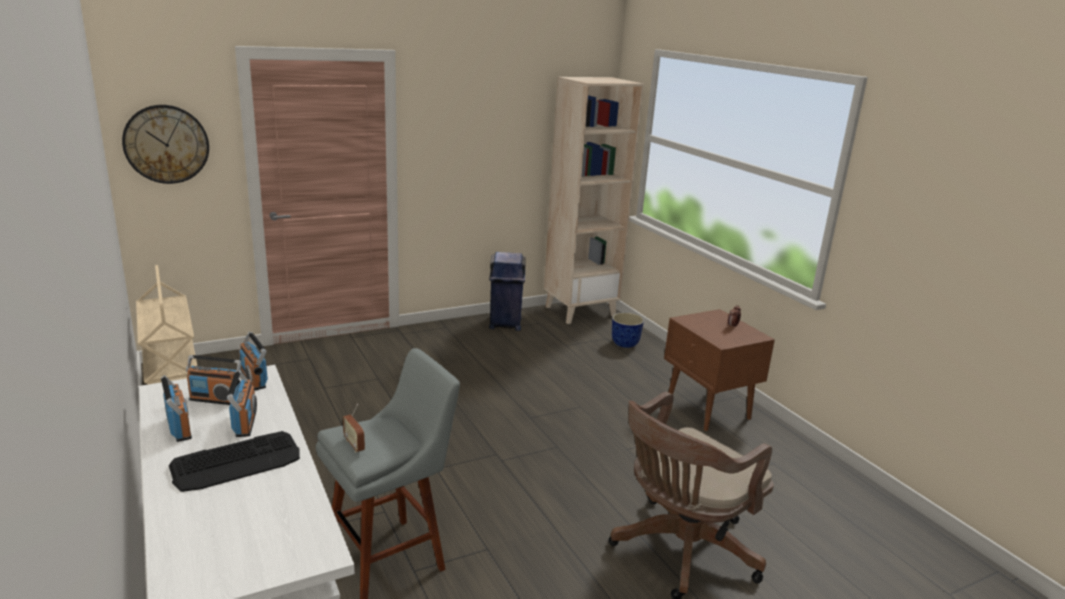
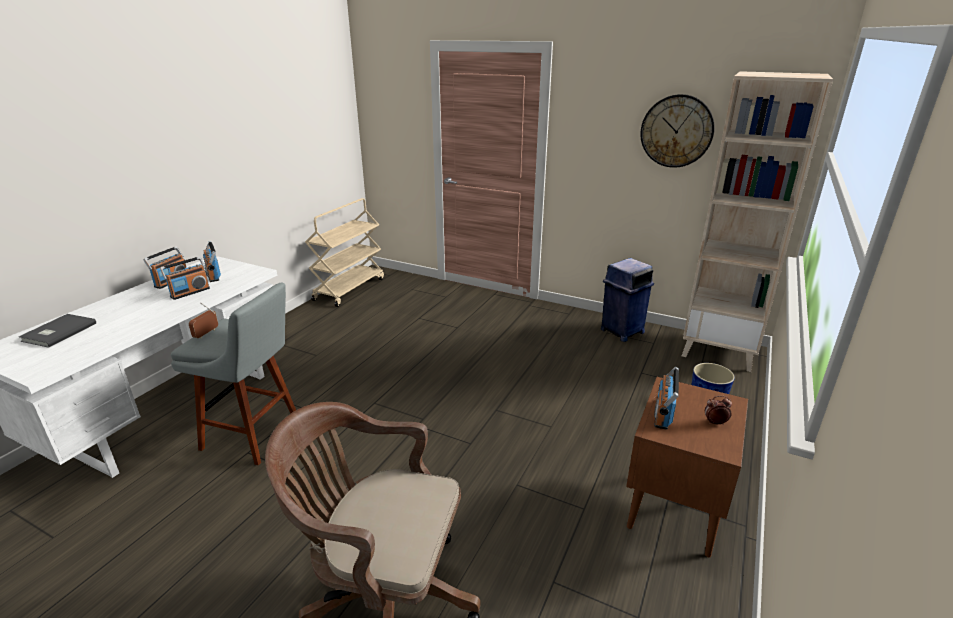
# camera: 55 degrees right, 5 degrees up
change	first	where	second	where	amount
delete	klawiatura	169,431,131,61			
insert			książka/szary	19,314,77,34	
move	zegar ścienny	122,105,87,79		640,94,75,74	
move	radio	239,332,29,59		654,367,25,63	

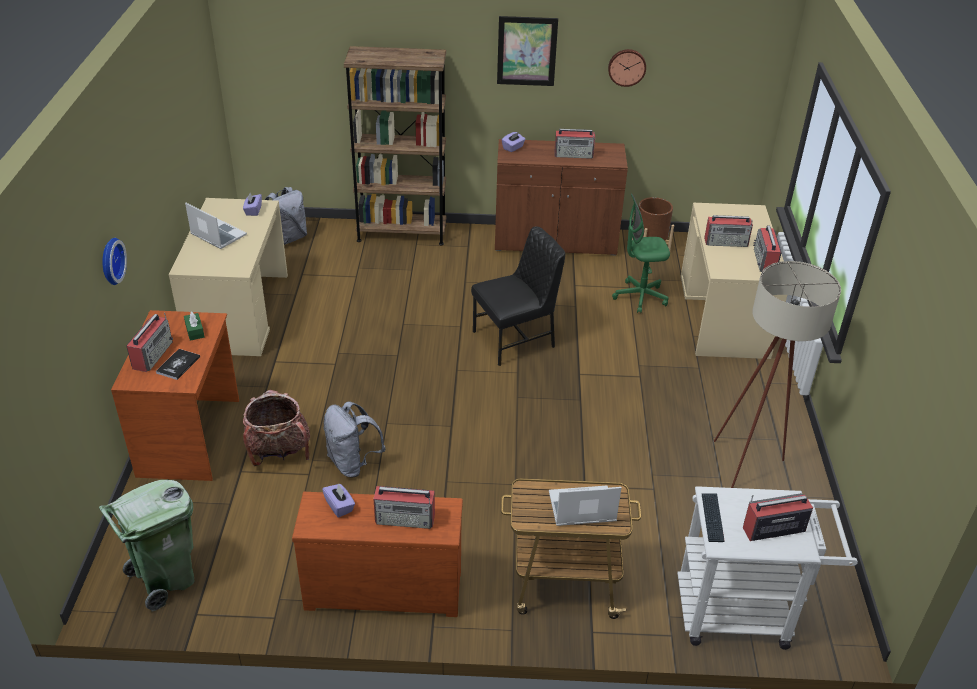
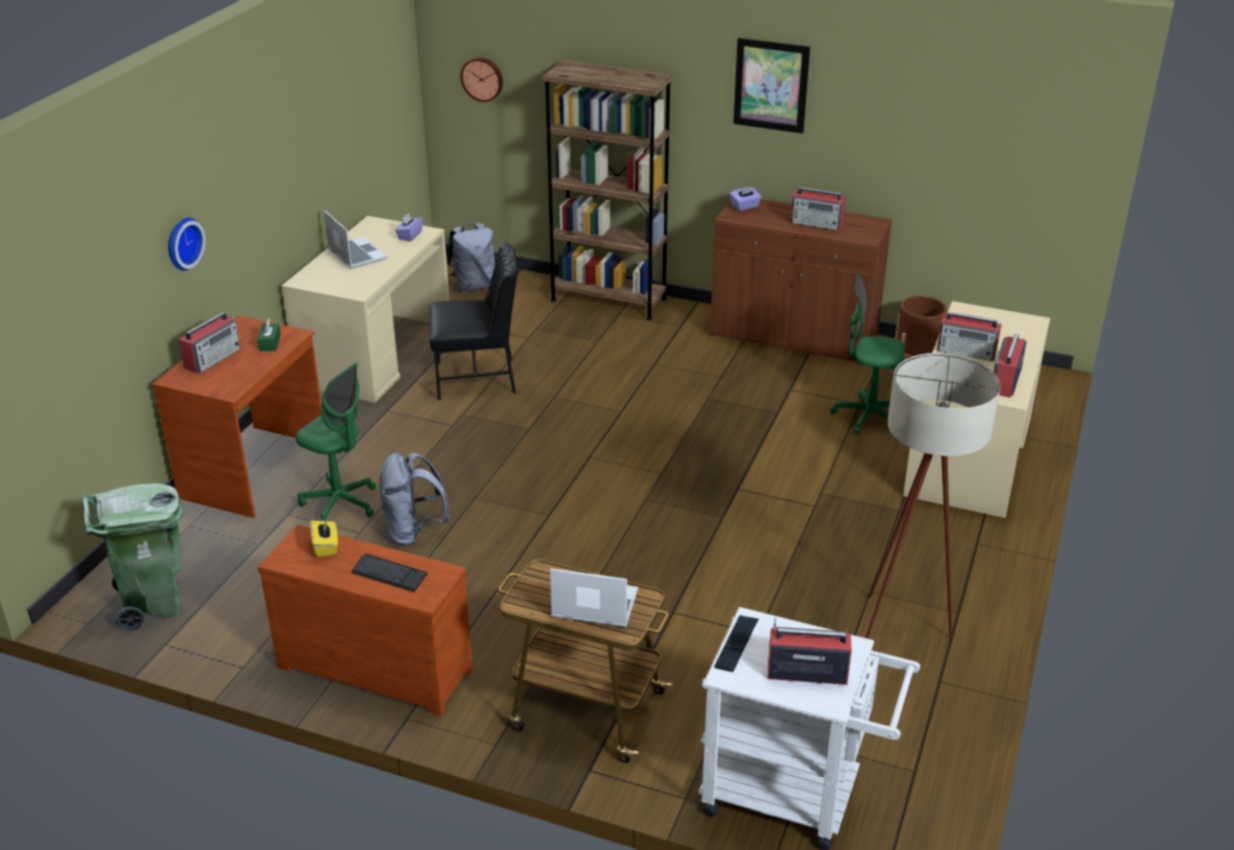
# camera: 20 degrees right, 5 degrees down
change	first	where	second	where	amount
delete	książka	156,349,44,31			
move	krzesło/czarny	471,226,94,140		429,243,89,157	
move	zegar ścienny	608,49,38,38		460,57,43,45	
replace	plecak	243,390,67,76	krzesło biurowe/zielony	296,363,80,158	
replace	radio	373,486,62,43	klawiatura	351,554,76,38	
recolor	pudełko chusteczek/fioletowy	322,483,33,35	pudełko chusteczek/żółty	310,518,28,39	

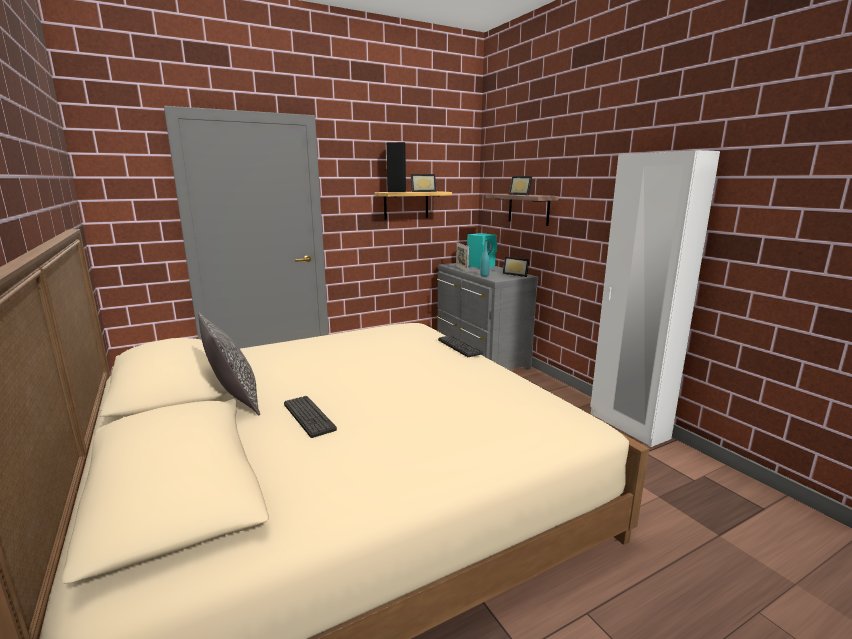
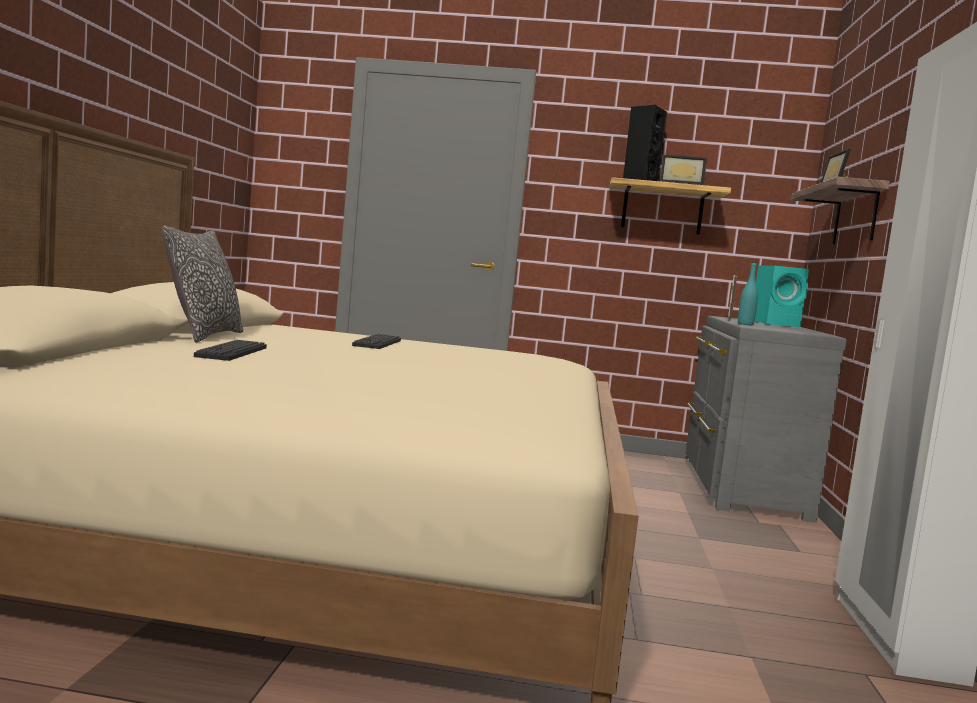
# camera: 35 degrees right, 10 degrees down
change	first	where	second	where	amount
delete	ramka na zdjęcie	503,257,26,20			
move	klawiatura	438,335,45,22		352,334,49,15	

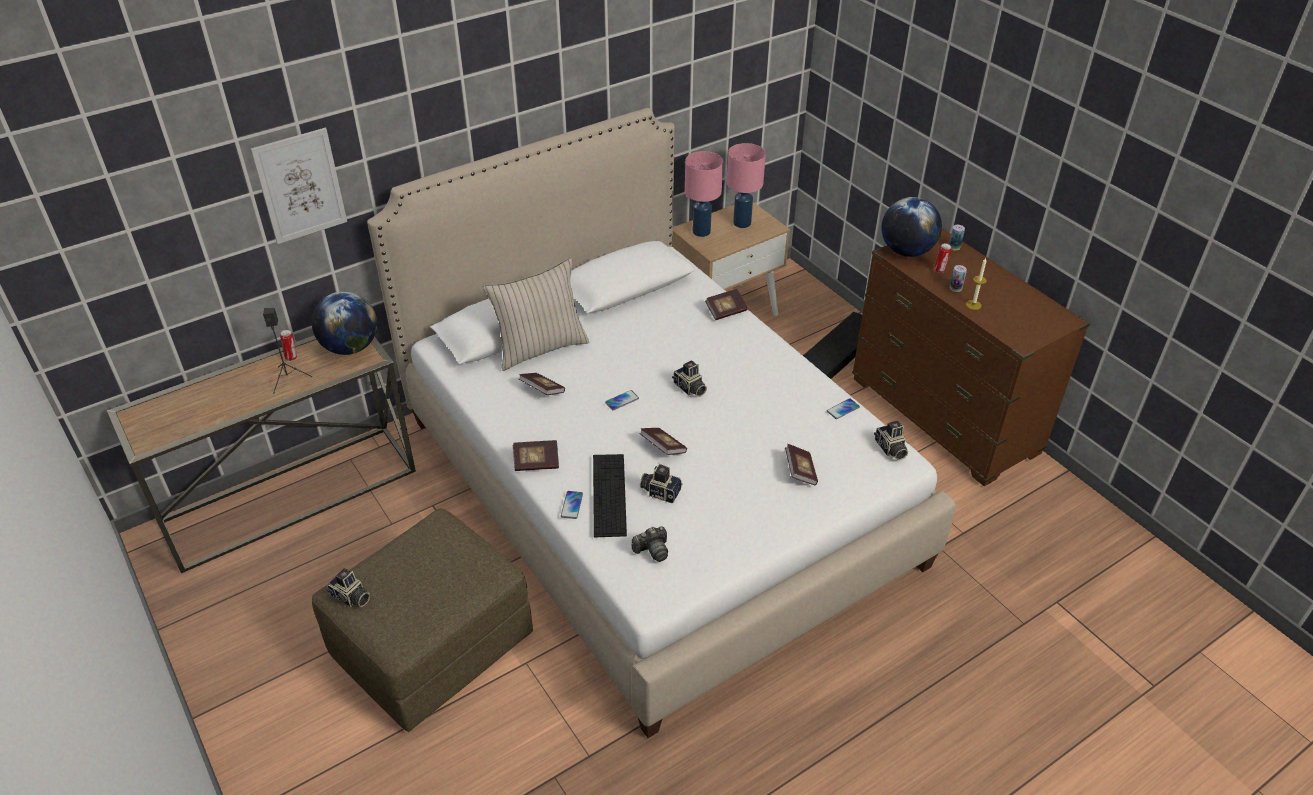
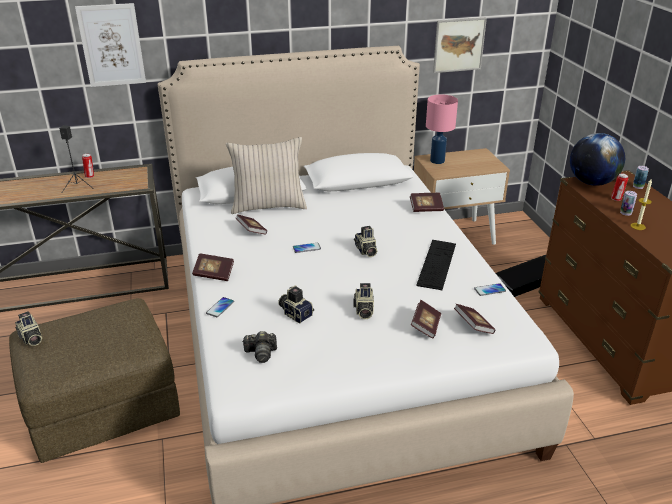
# camera: 20 degrees right, 10 degrees down
change	first	where	second	where	amount
delete	globus	312,291,65,64			
delete	lampa stołowa/różowy	727,143,39,85			
insert			obraz	433,18,54,55	
move	klawiatura	593,454,34,83		416,240,40,50	
move	książka	640,428,47,27		454,304,41,30	
move	aparat fotograficzny	874,420,34,40		353,283,21,36	

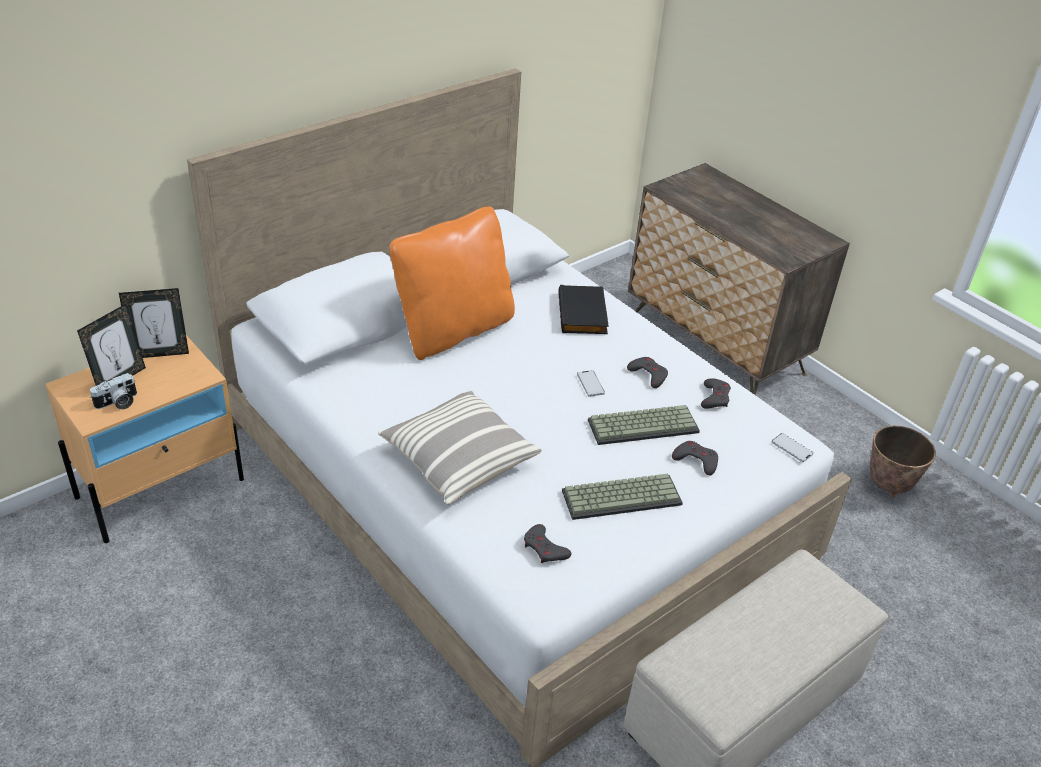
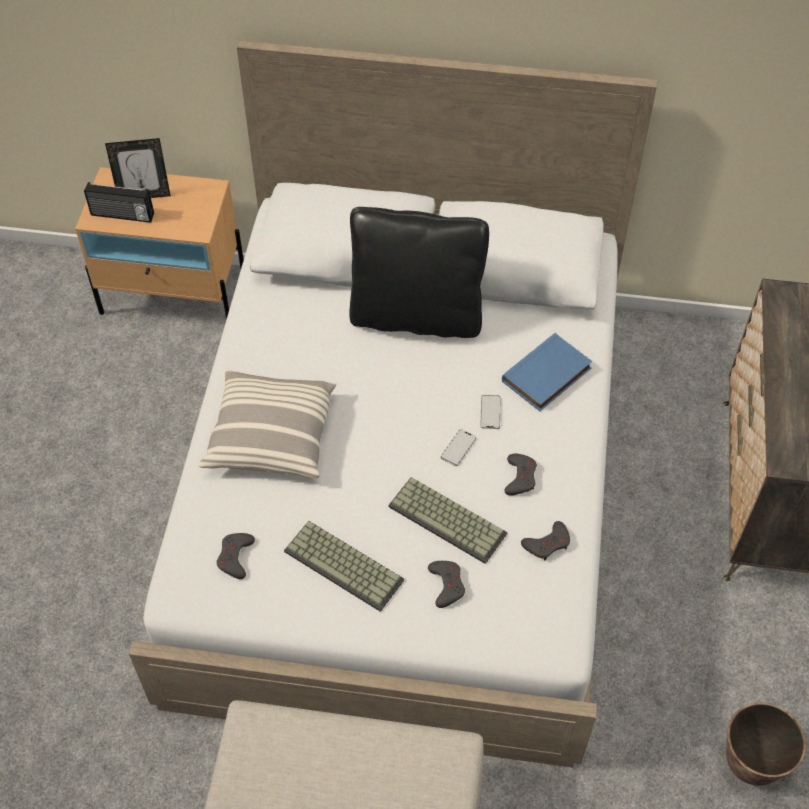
# camera: 50 degrees right, 15 degrees up
change	first	where	second	where	amount
delete	ramka na zdjęcie	119,288,70,70			
move	telefon	772,433,41,29		481,395,19,34	
replace	aparat fotograficzny	90,373,47,37	radio	84,182,70,41	
recolor	poduszka/pomarańczowy	389,207,126,153	poduszka/czarny	349,207,140,131	
recolor	książka/czarny	559,285,50,49	książka/niebieski	502,333,91,78	

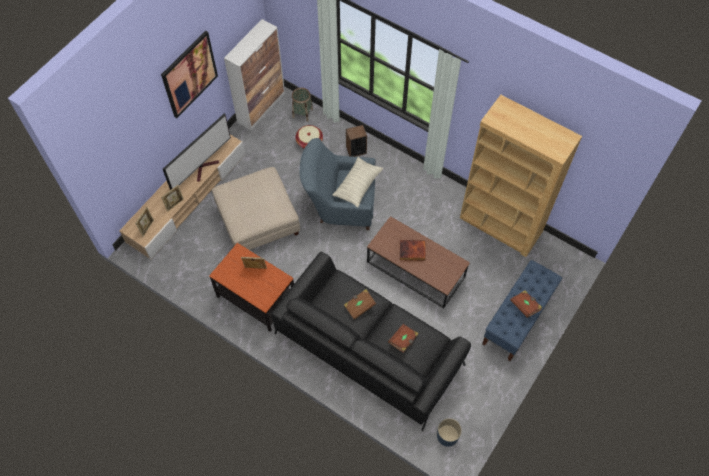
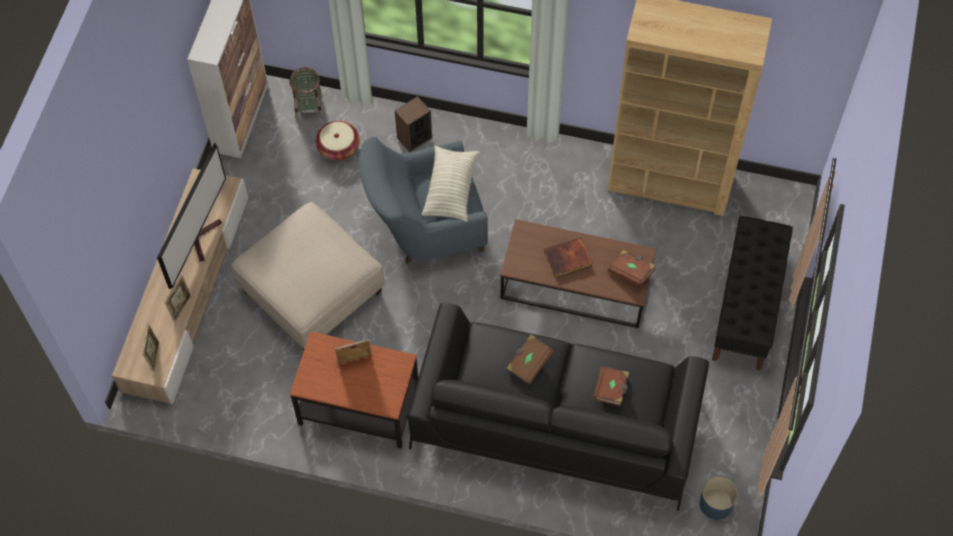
# camera: 20 degrees left, 0 degrees up
change	first	where	second	where	amount
delete	obraz	161,31,57,87			
move	książka/brązowy	510,290,32,28		608,250,48,36	
recolor	ławka/niebieski	482,260,80,102	ławka/czarny	712,216,81,155	

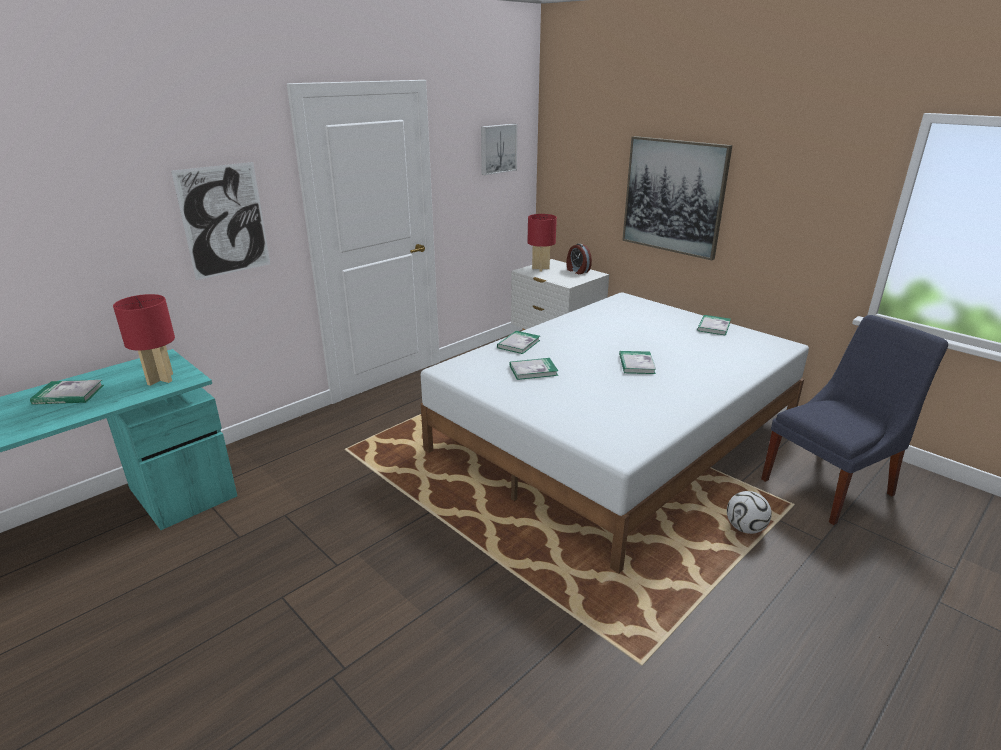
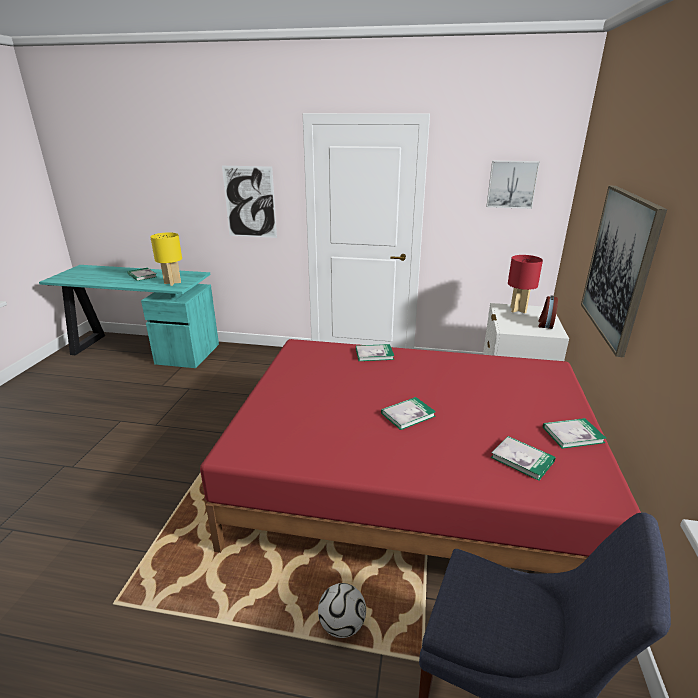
# camera: 55 degrees right, 0 degrees up
change	first	where	second	where	amount
move	książka	510,358,48,22		491,436,65,45	
recolor	lampa stołowa/czerwony	113,294,62,92	lampa stołowa/żółty	150,232,32,54	
recolor	łóżko/biały	421,292,388,282	łóżko/czerwony	200,339,441,234	

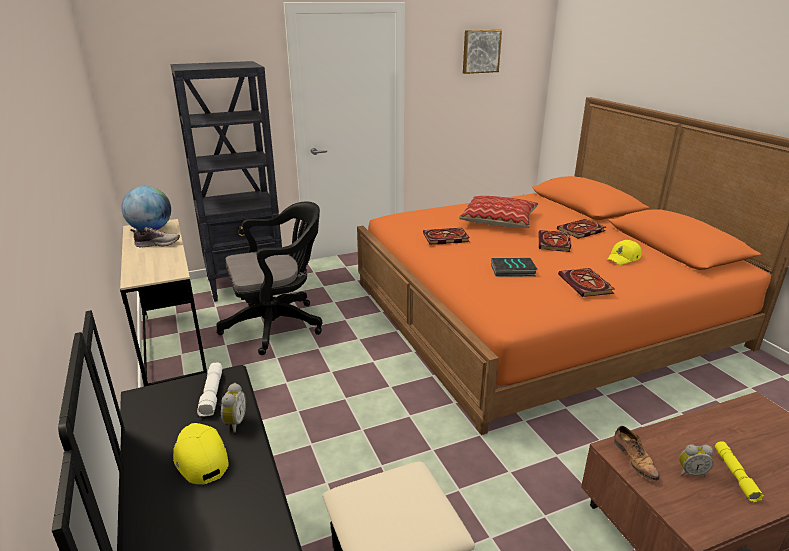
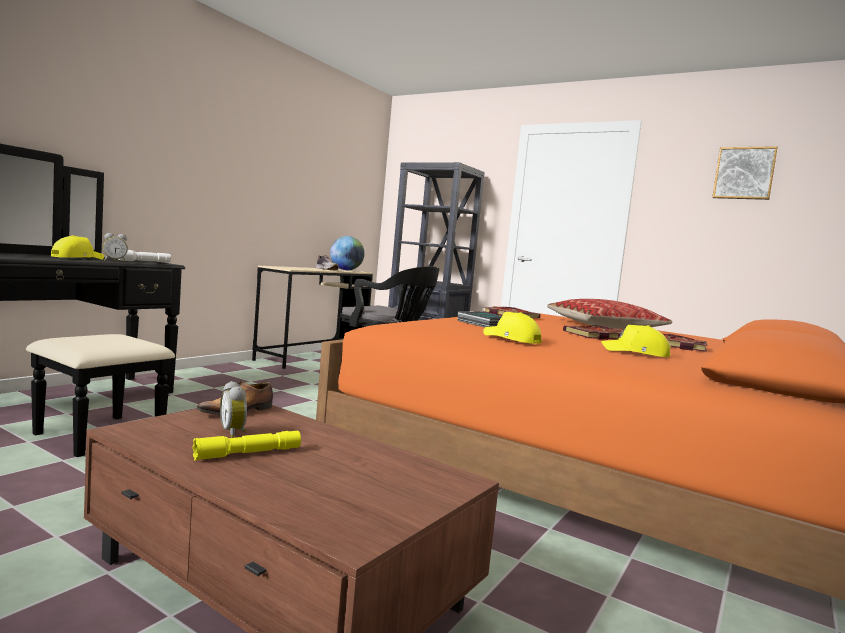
# camera: 55 degrees right, 20 degrees down
change	first	where	second	where	amount
replace	książka	558,268,56,29	czapka z daszkiem/żółty	483,312,59,32	

